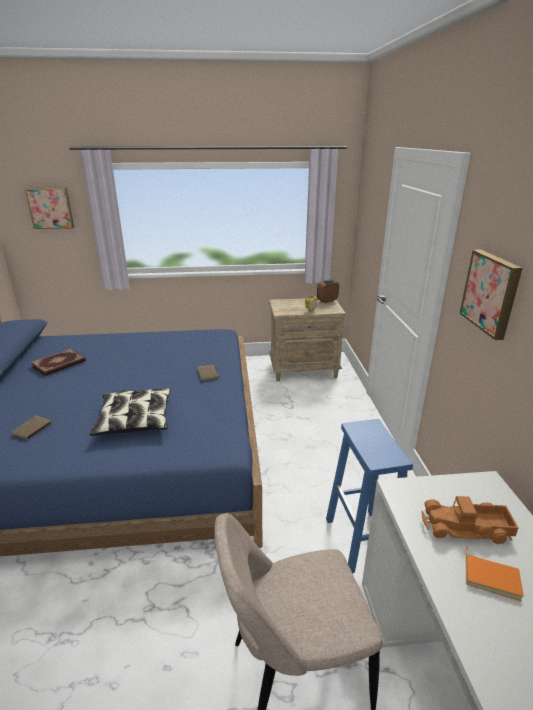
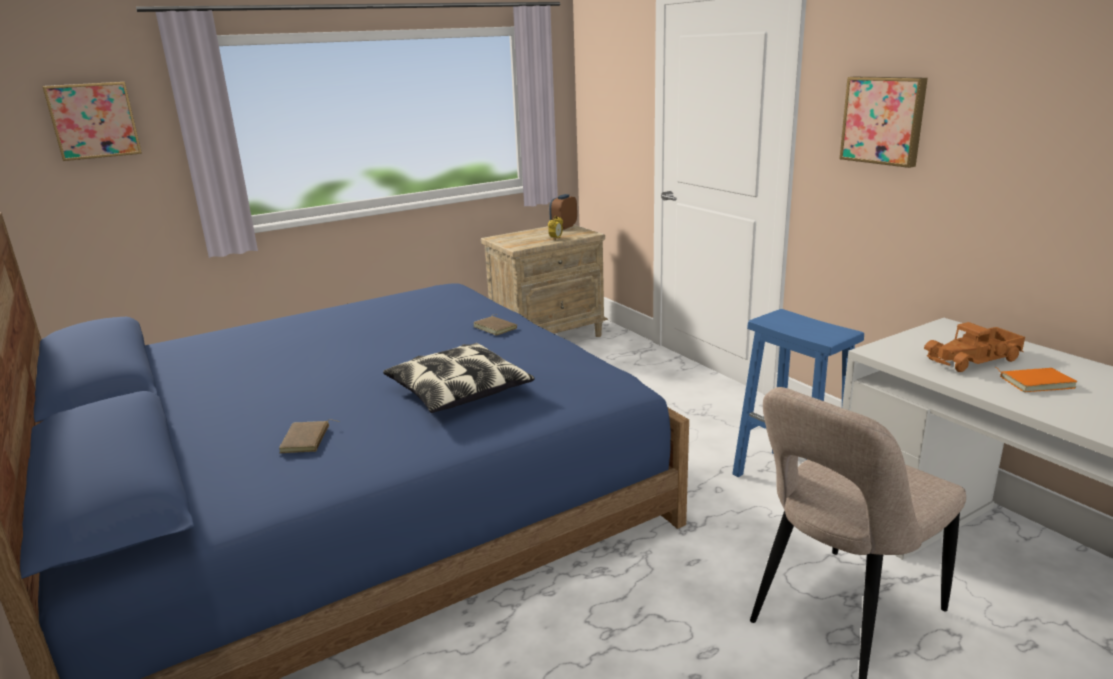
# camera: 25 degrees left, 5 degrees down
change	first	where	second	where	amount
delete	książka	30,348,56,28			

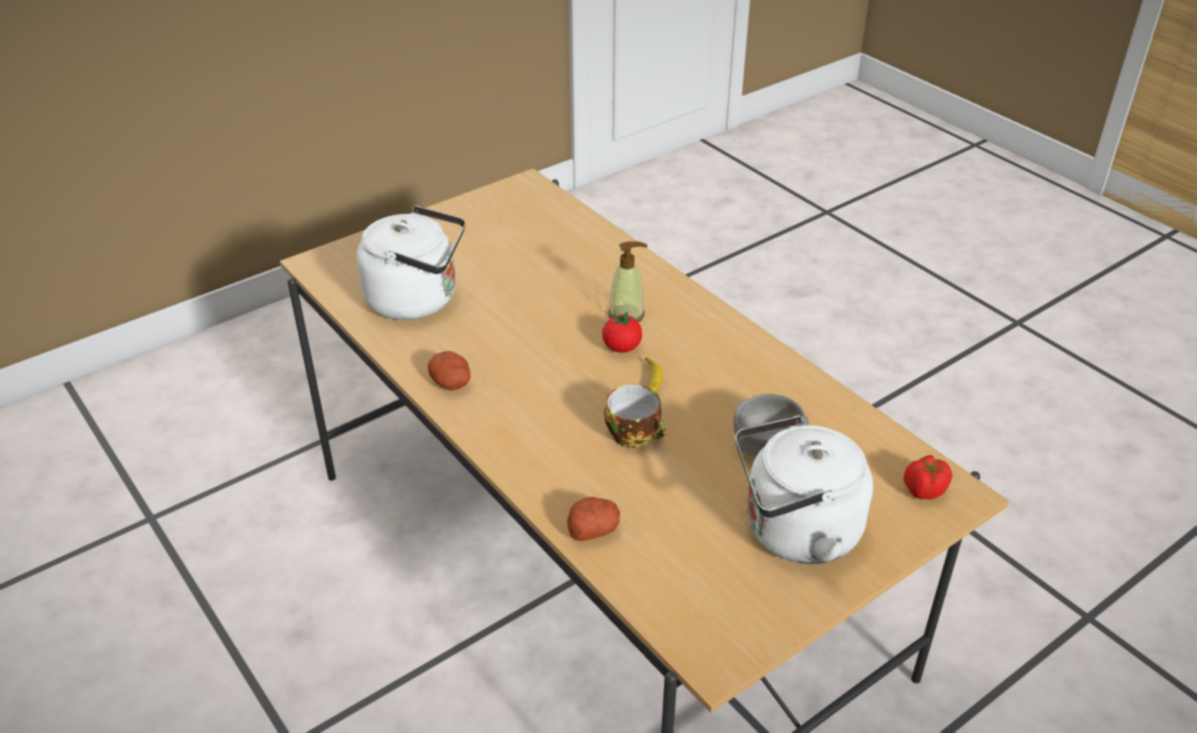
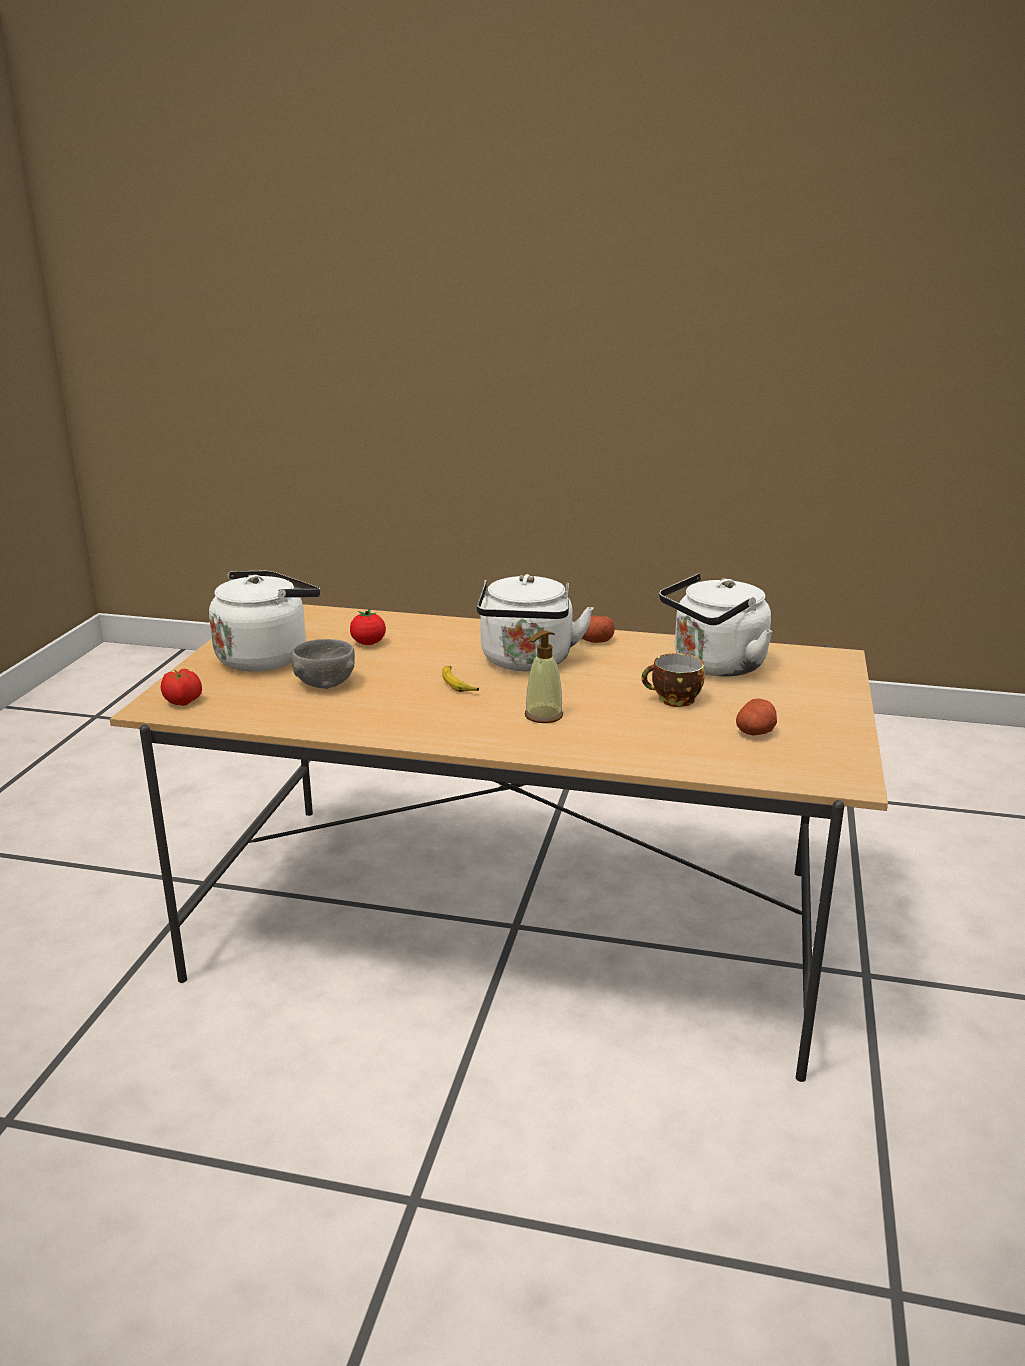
# camera: 140 degrees right, 15 degrees down
change	first	where	second	where	amount
insert			czajnik/biały	477,574,117,97	
move	ziemniak	567,497,53,44		736,698,41,38	
move	pomidor	602,311,40,42		350,609,36,36	
move	filiżanka	604,385,62,63		642,653,63,54	

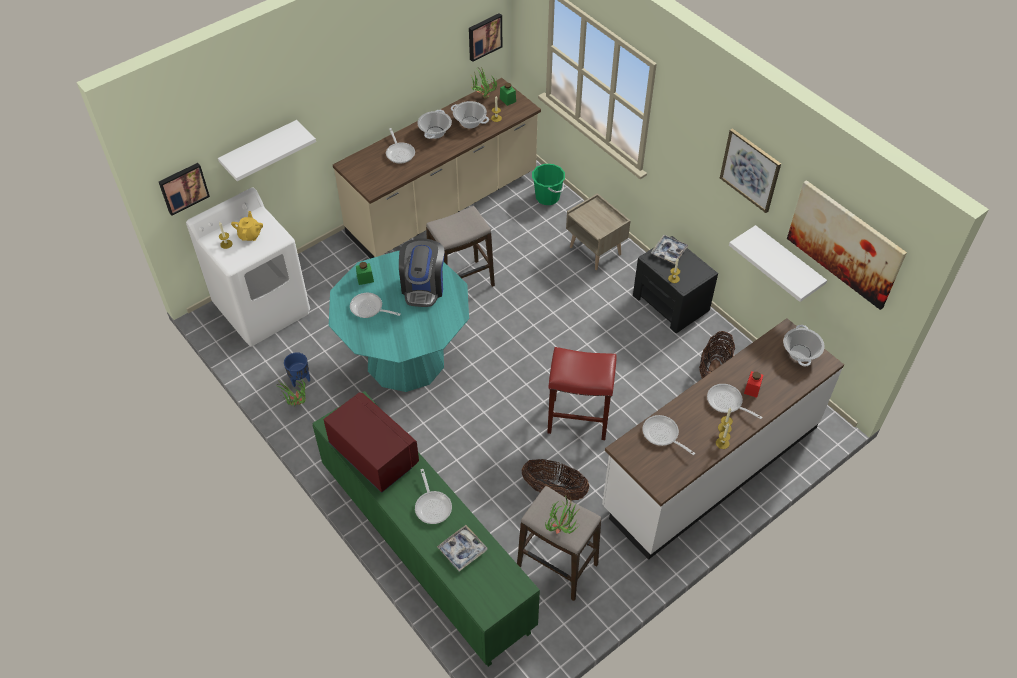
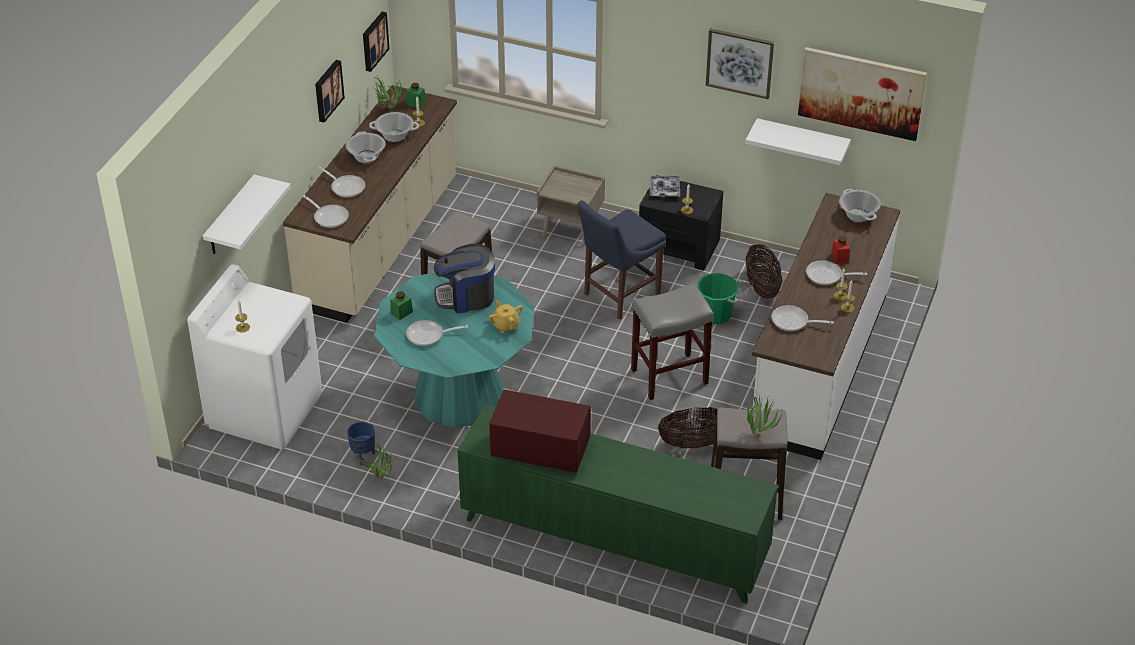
# camera: 30 degrees left, 10 degrees down
change	first	where	second	where	amount
delete	taca	437,525,51,47			
insert			krzesło/niebieski	577,200,89,120	
move	obraz	159,163,51,53		315,60,30,63	
move	imbryk/żółty	231,211,32,30		489,300,33,33	
move	patelnia	415,469,37,55		303,195,46,33	
move	wiadro/zielony	532,164,33,41		697,273,41,51	
recolor	stołek/czerwony	547,347,70,93	stołek/szary	631,284,83,116	
rotate	ekspres do kawy	399,238,46,69		434,244,61,69	105 degrees clockwise

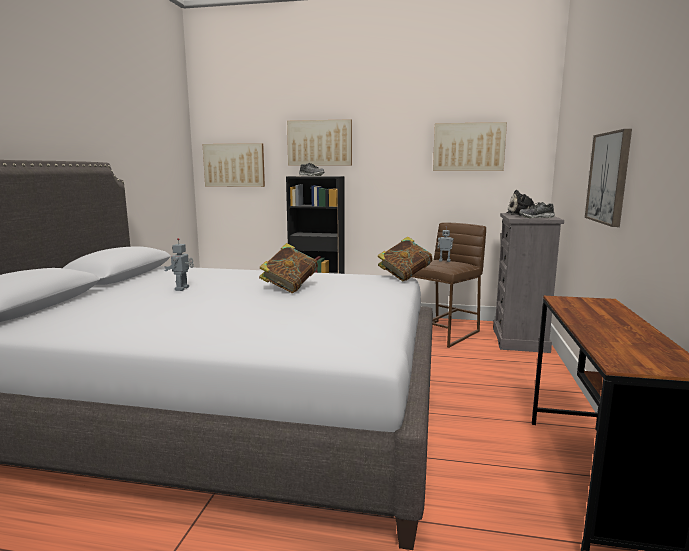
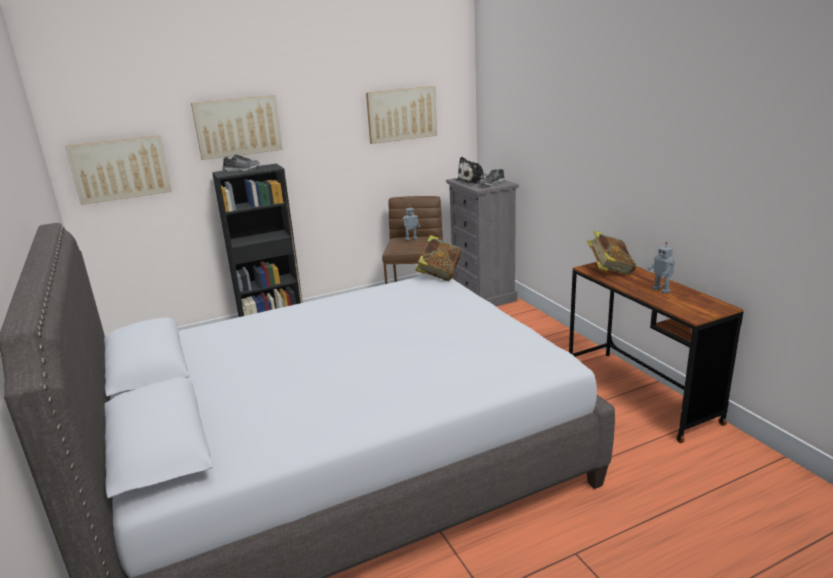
# camera: 35 degrees left, 10 degrees up
change	first	where	second	where	amount
delete	obraz	585,129,47,98			
move	robot zabawkowy	164,238,30,53		647,242,28,52	
move	książka	259,243,59,50		587,231,49,44	

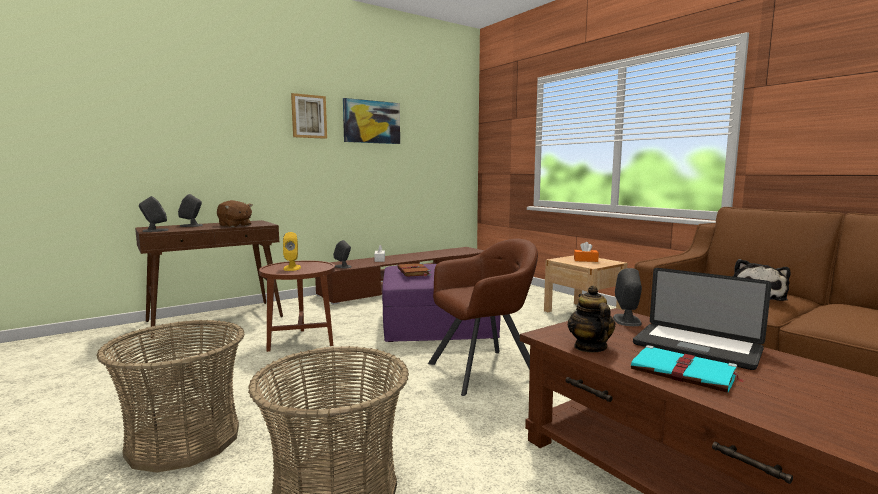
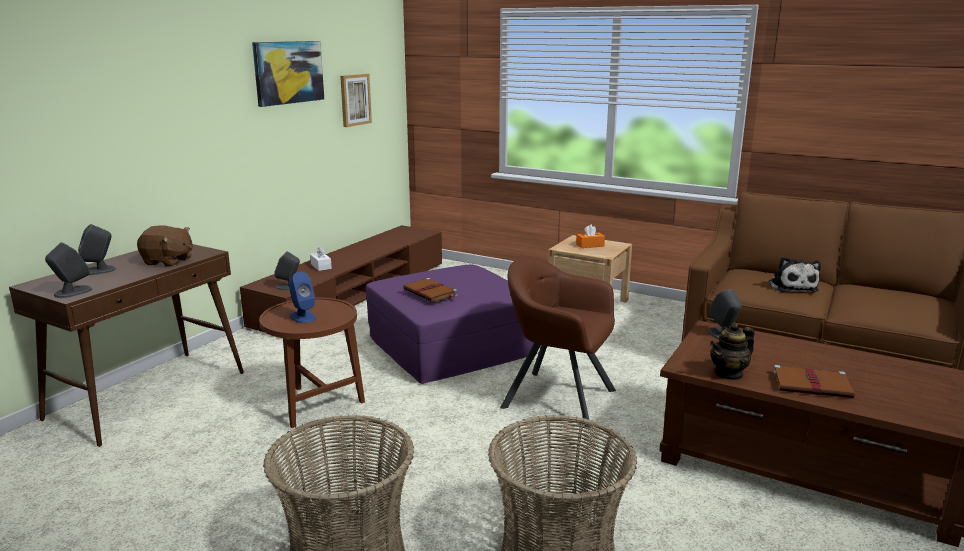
# camera: 25 degrees left, 10 degrees up
change	first	where	second	where	amount
delete	laptop	633,268,139,102			
move	obraz	291,93,36,46		340,74,32,53	
recolor	głośnik/żółty	283,232,18,39	głośnik/niebieski	289,272,27,51	
recolor	książka/turkusowy	631,345,112,48	książka/brązowy	773,365,82,33	
rotate	fotel/brązowy	428,239,110,157		500,256,116,172	105 degrees counterclockwise
rotate	imbryk	568,285,48,67		710,322,45,59	90 degrees counterclockwise

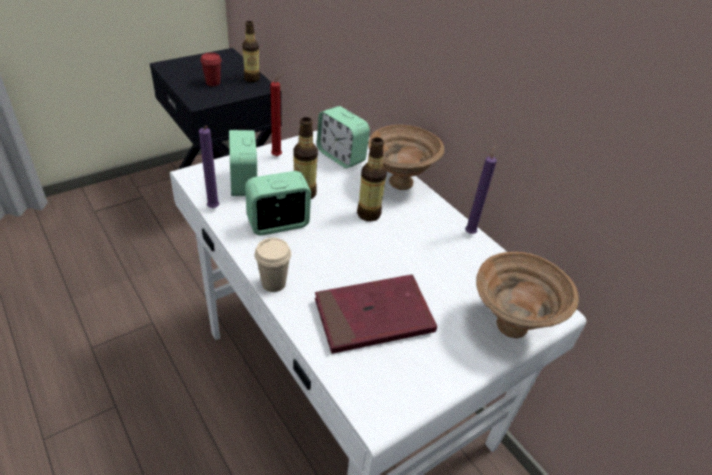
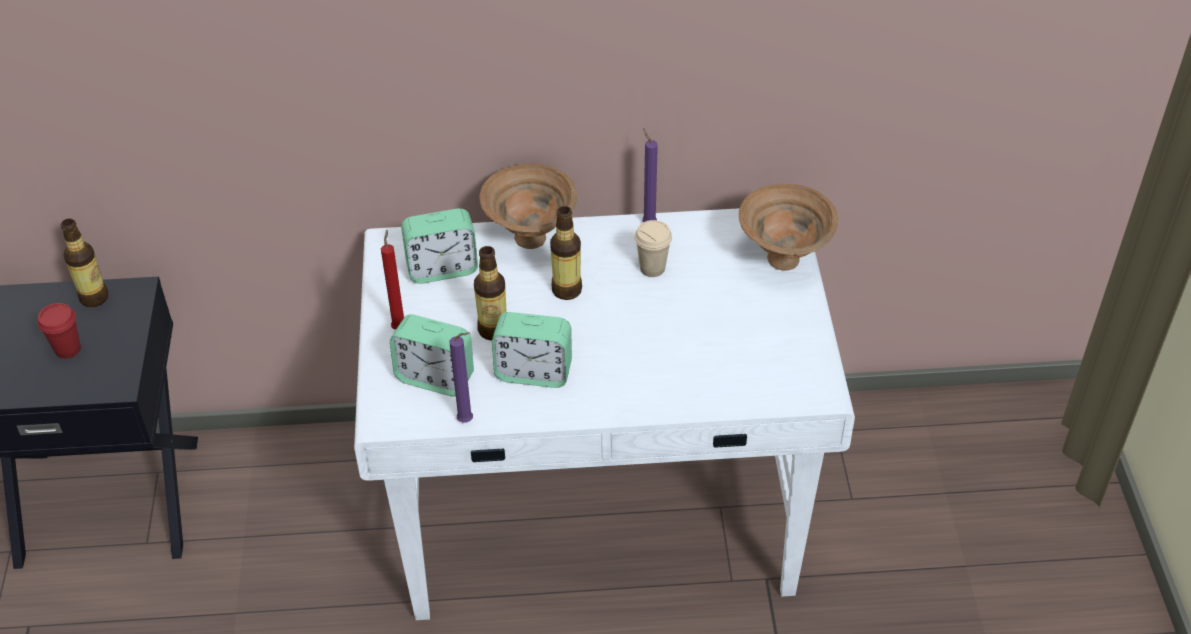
# camera: 55 degrees left, 5 degrees up
change	first	where	second	where	amount
delete	książka/czerwony	315,274,122,80			
move	filiżanka/beżowy	255,238,36,54		635,220,37,57	
rotate	budzik	245,171,66,65		492,312,80,76	90 degrees counterclockwise

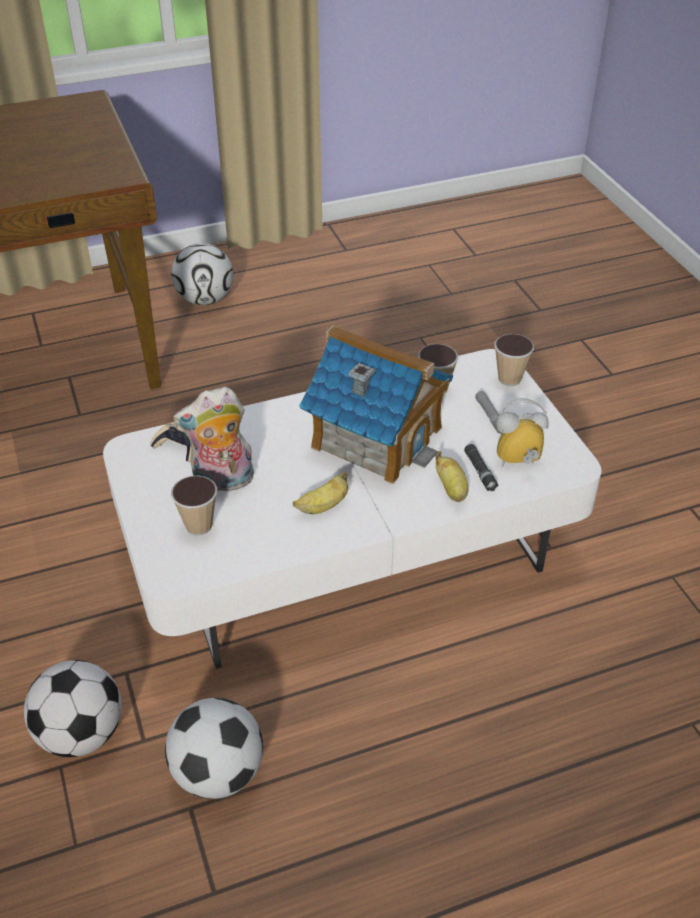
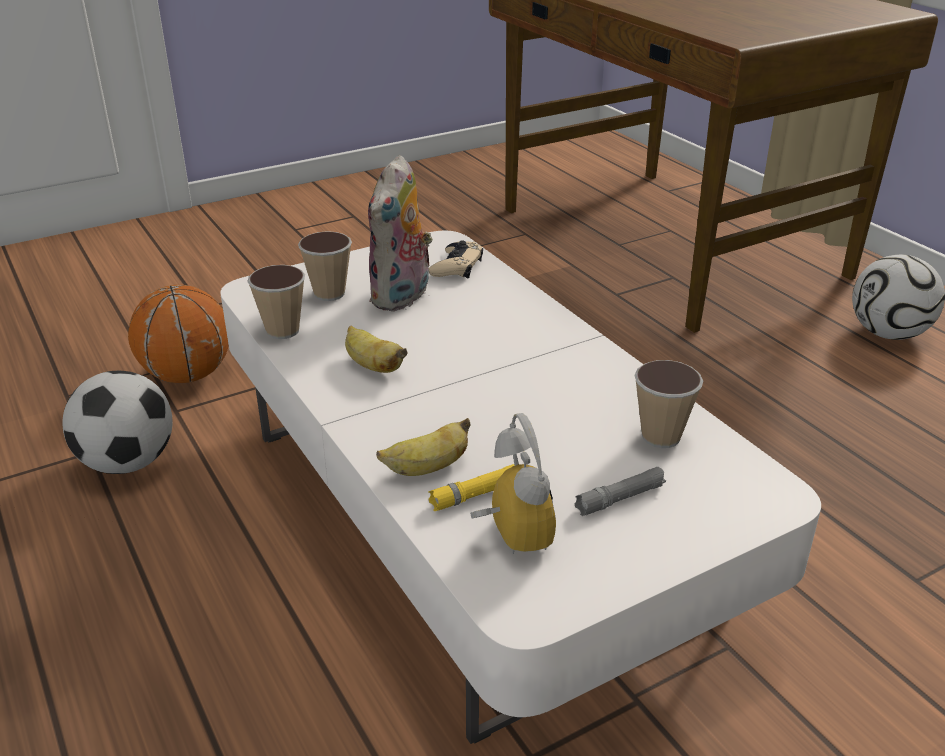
# camera: 80 degrees right, 10 degrees down
change	first	where	second	where	amount
delete	domek	299,325,154,159			
move	filiżanka	494,334,40,52		247,265,58,74	
replace	piłka futbolowa	24,660,98,97	piłka do koszykówki	128,285,101,98	
recolor	latarka/czarny	464,444,34,47	latarka/żółty	428,464,86,47	
rotate	pluszak	173,386,81,105		368,155,65,156	135 degrees counterclockwise

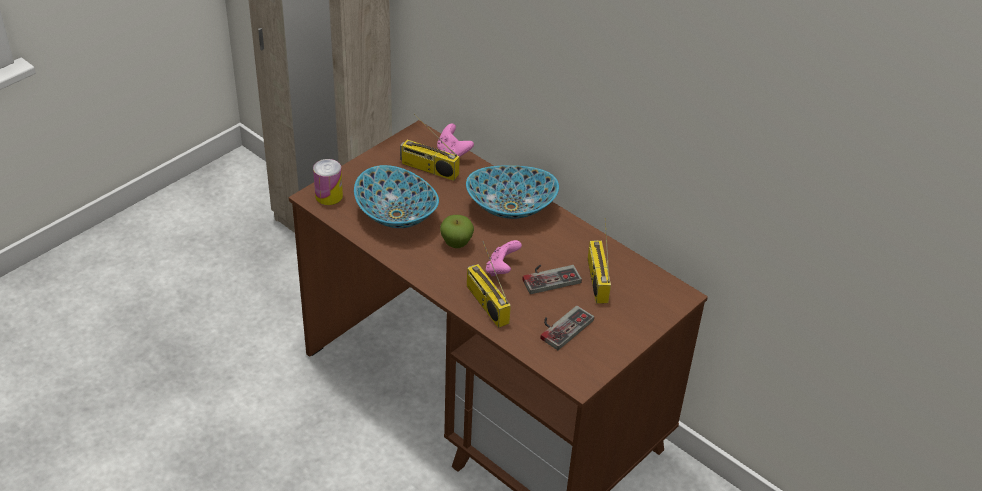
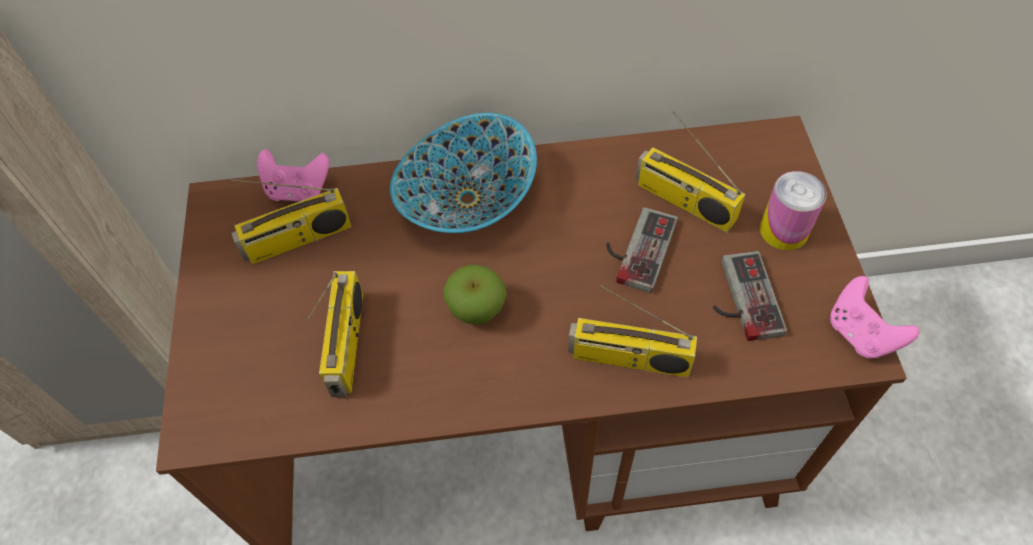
# camera: 45 degrees left, 15 degrees up
change	first	where	second	where	amount
move	puszka	313,159,30,46		760,171,67,79	
move	pad do gier/różowy	486,240,36,36		830,276,90,83	
replace	miska	354,165,85,63	radio	306,271,57,126	

